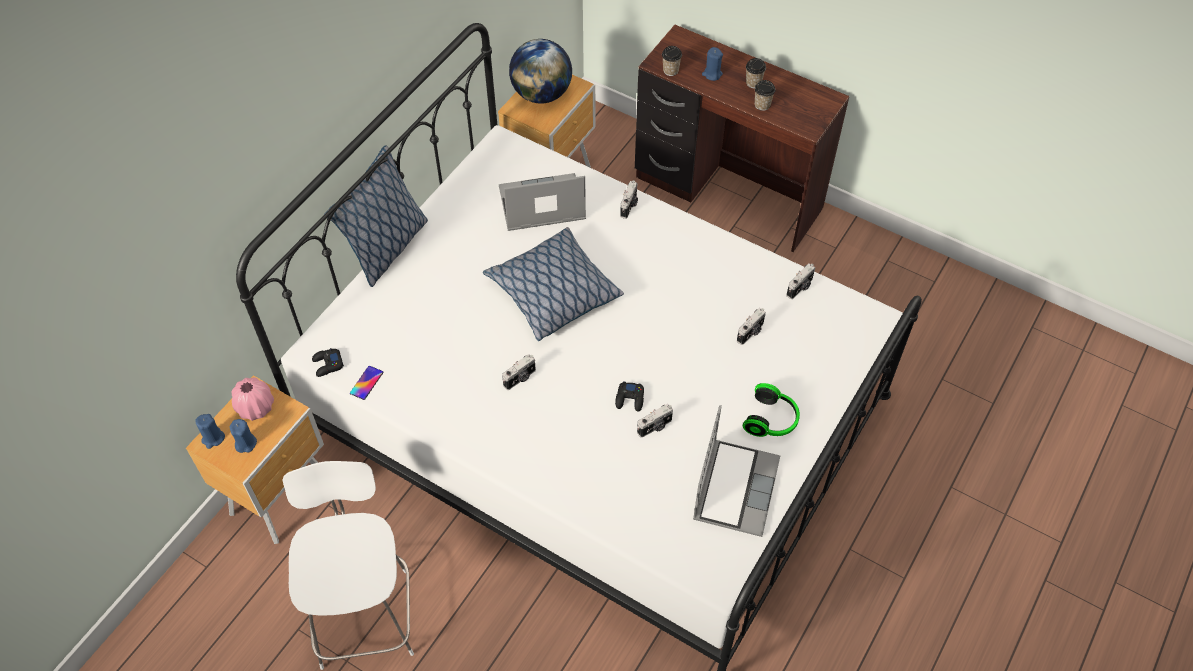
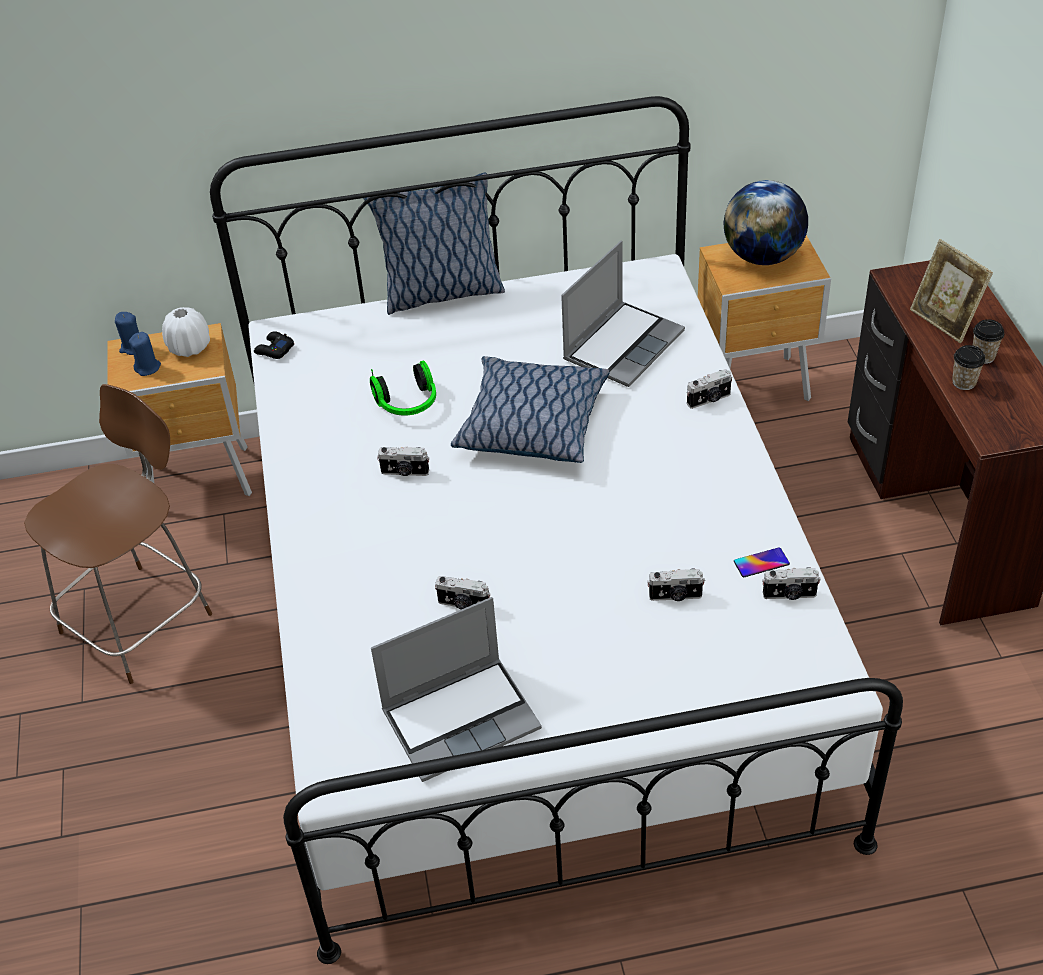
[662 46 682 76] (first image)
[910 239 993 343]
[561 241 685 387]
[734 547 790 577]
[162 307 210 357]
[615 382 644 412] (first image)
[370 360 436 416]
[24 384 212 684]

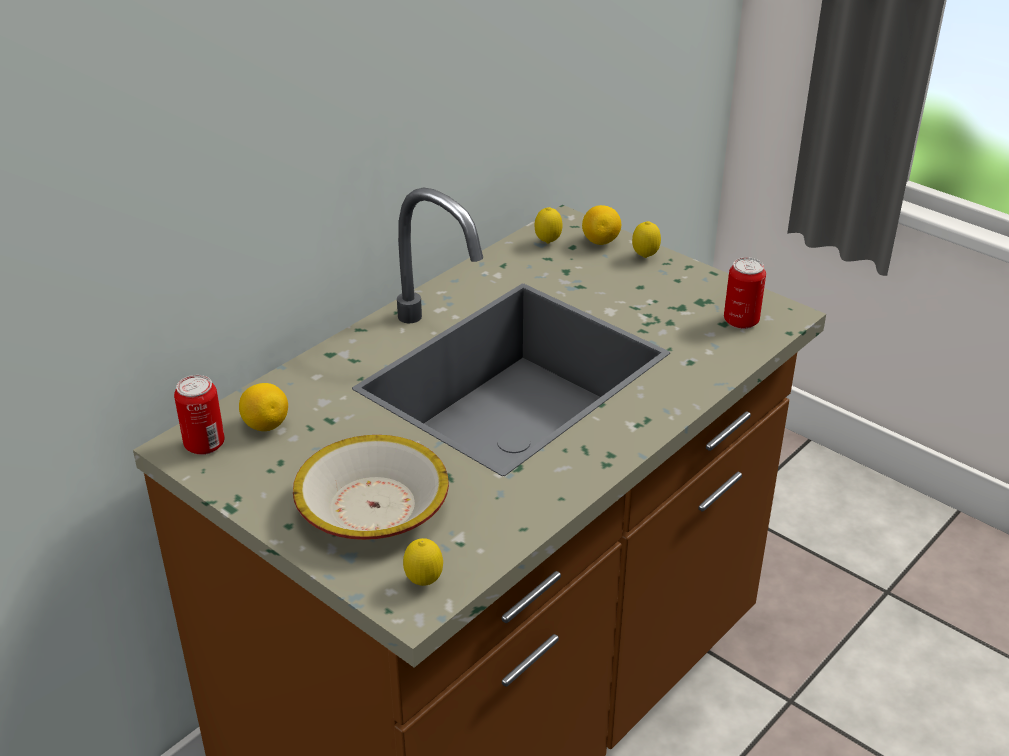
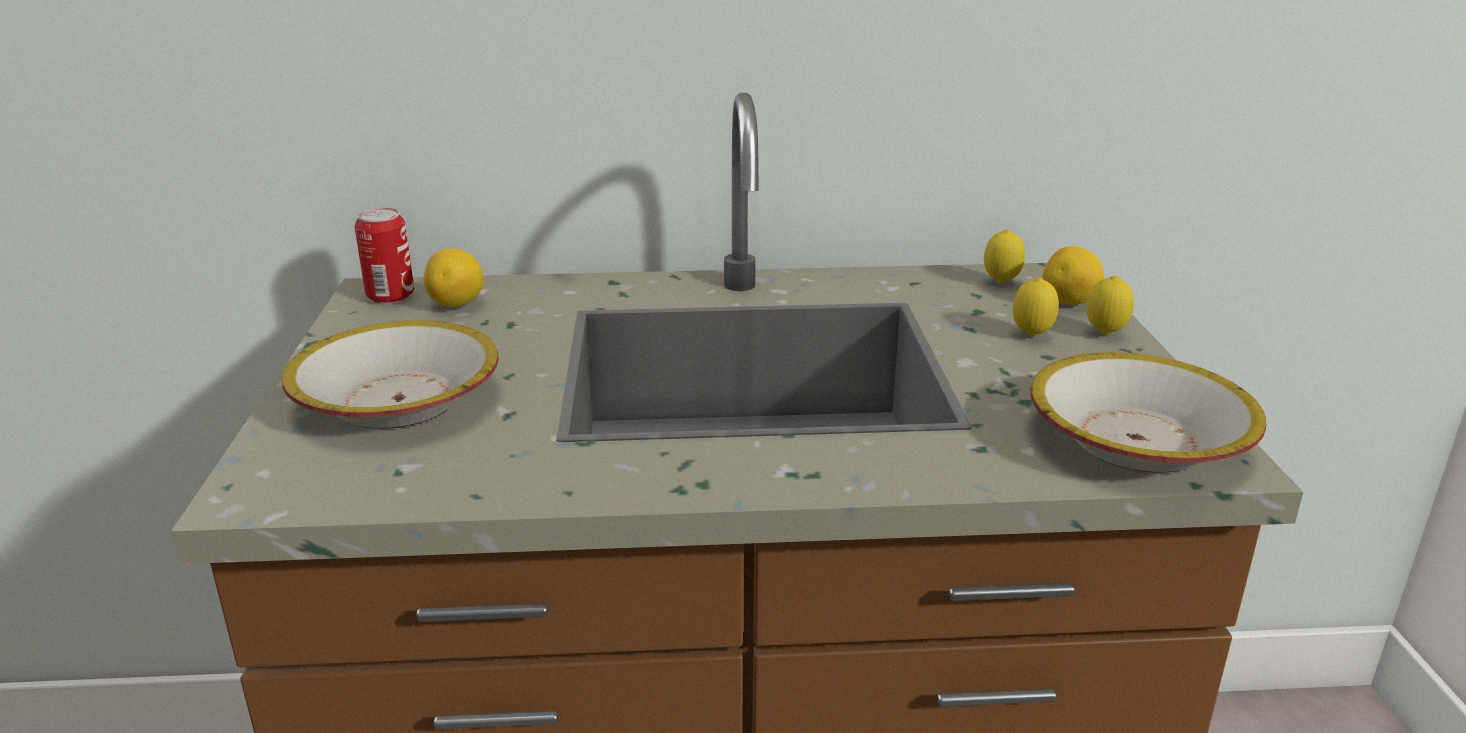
[1030 352 1266 473]
[1013 277 1059 337]

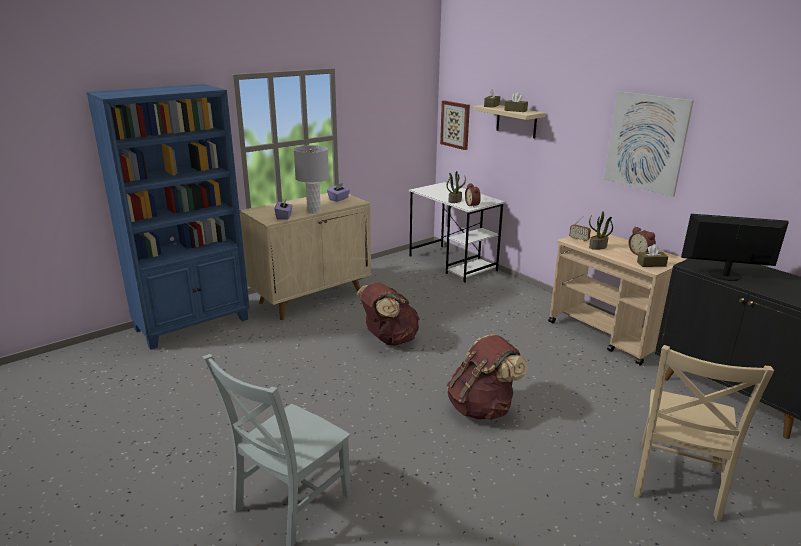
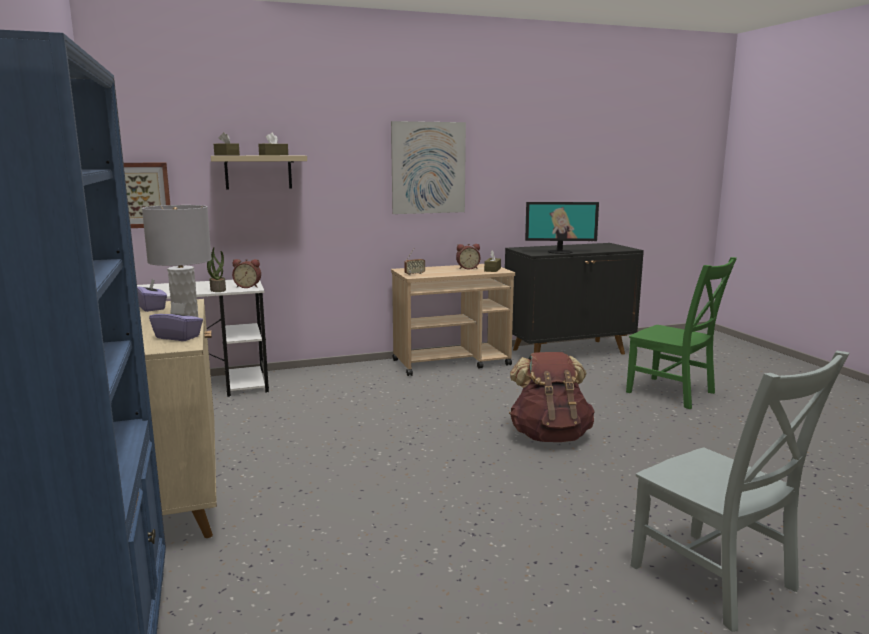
[589 212 613 250] (first image)
[525 202 599 254]
[356 283 420 346] (first image)
[626 257 737 409]

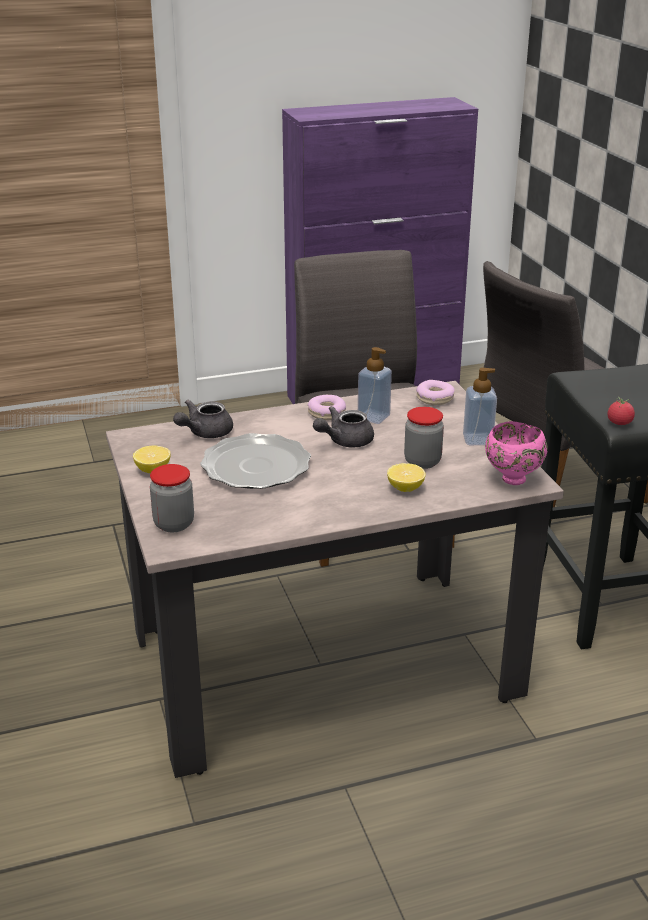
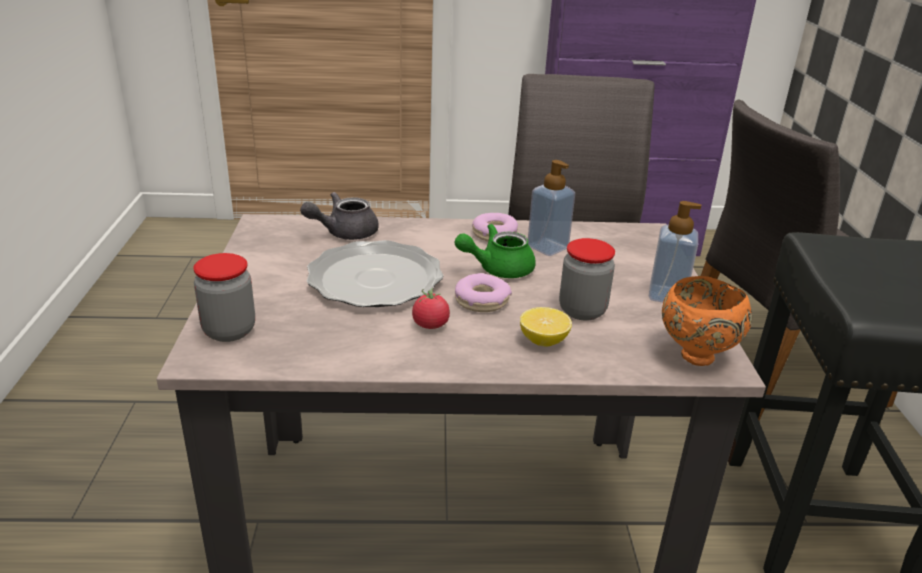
[455 273 512 312]
[412 288 450 329]
[455 224 536 278]
[662 276 752 366]
[133 446 171 473] (first image)

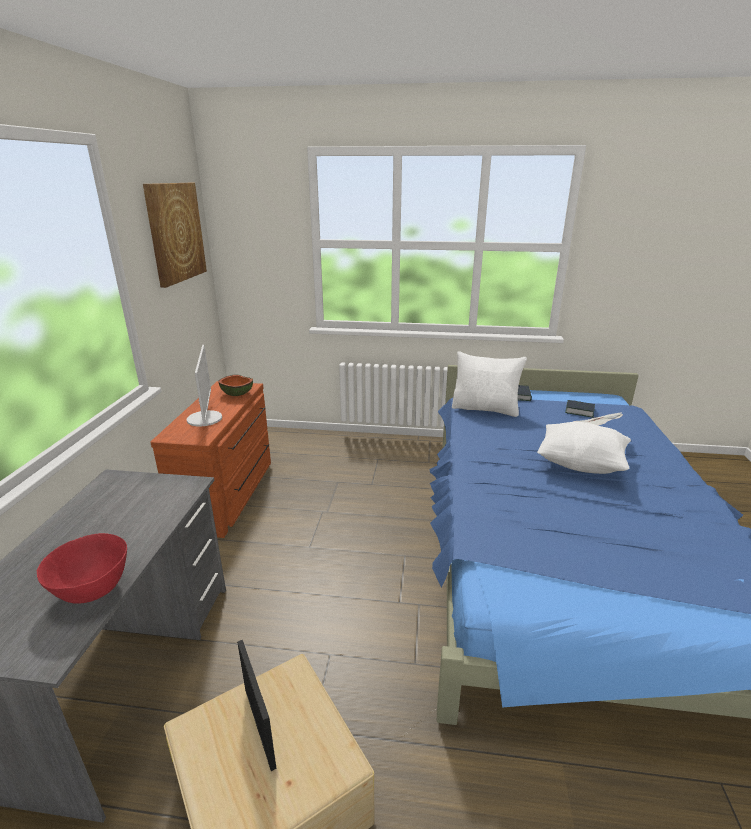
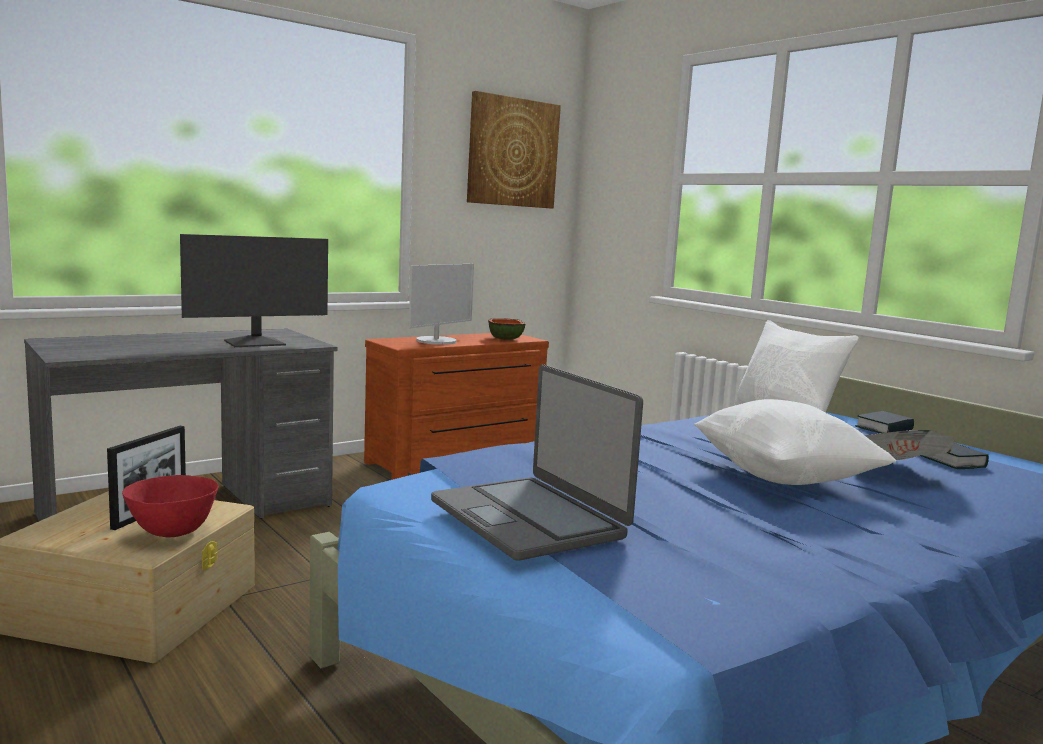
[122 475 218 537]
[180 234 328 347]
[431 364 643 561]

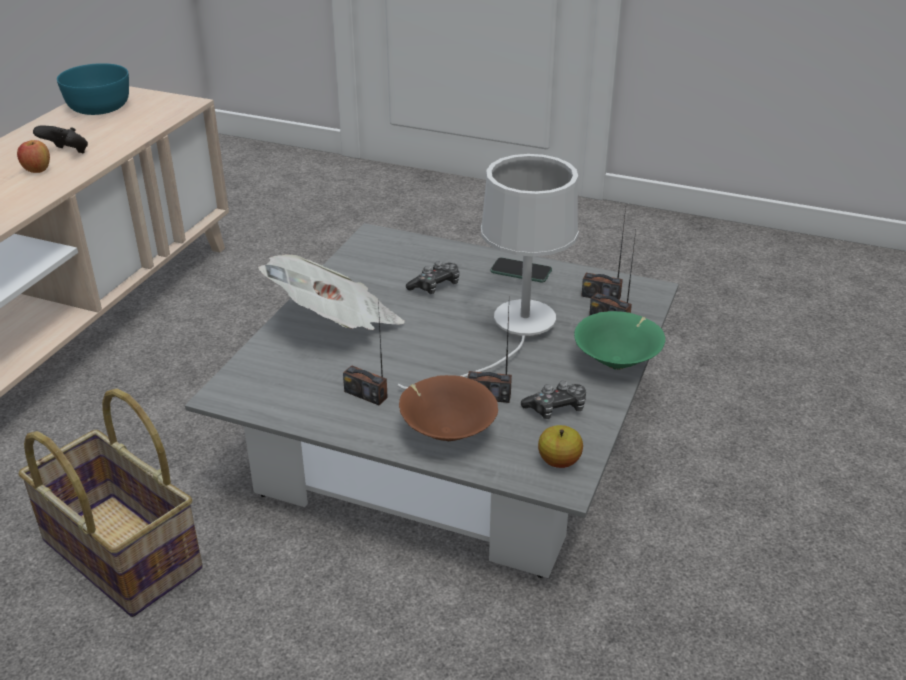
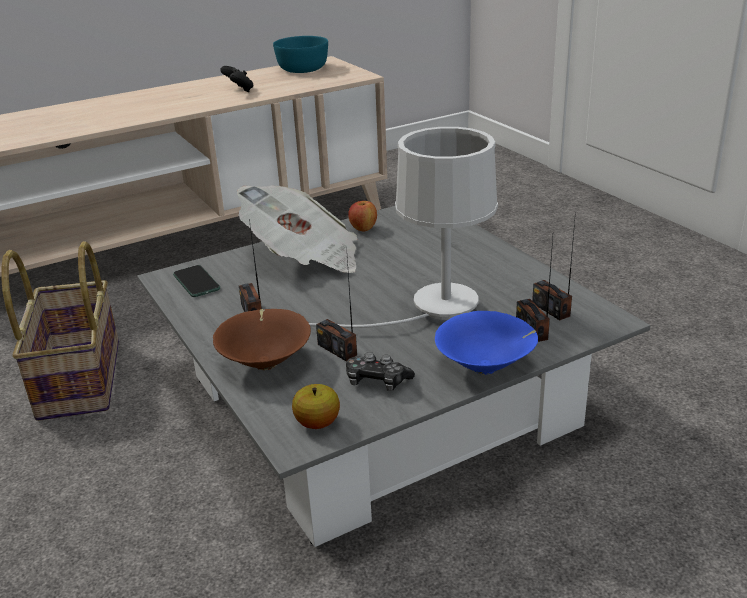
[348 201 377 231]
[173 265 220 297]
[406 262 460 294] (first image)
[435 311 538 375]

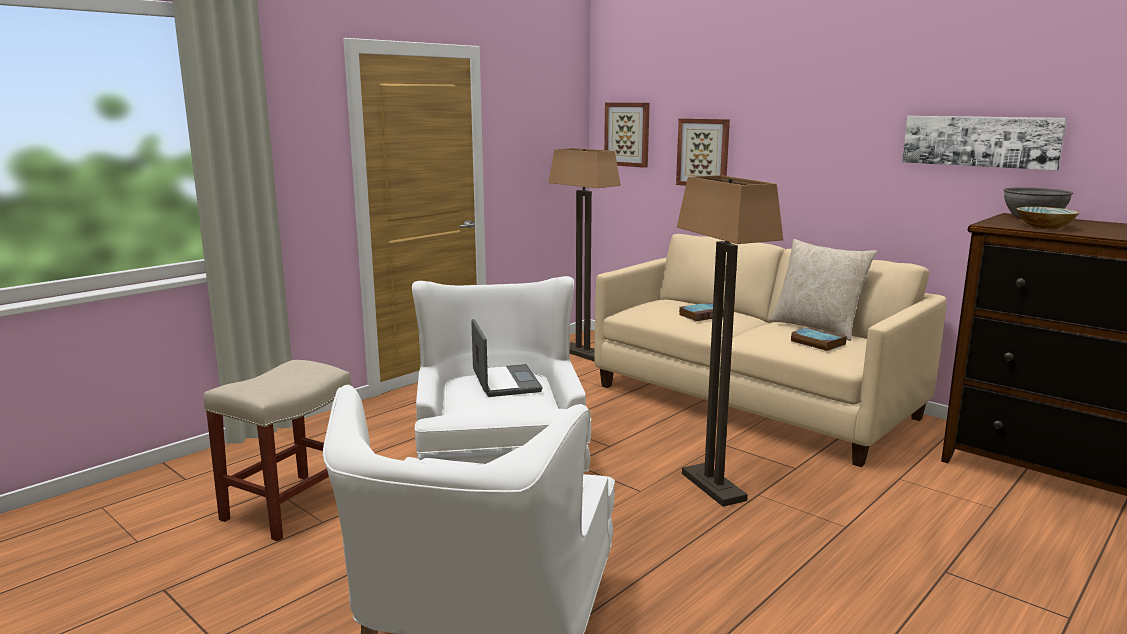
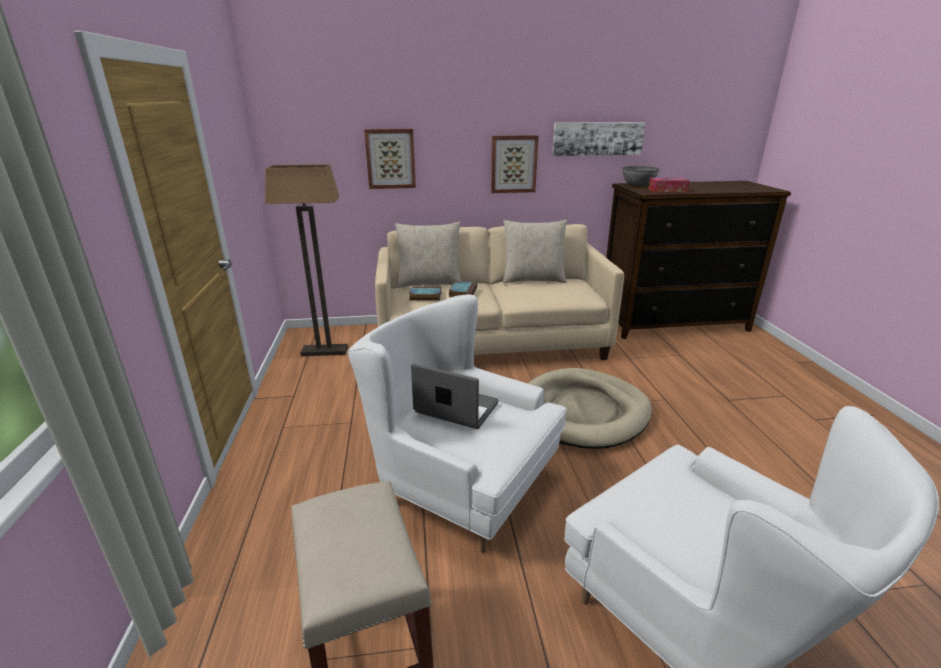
[491 135 538 193]
[527 368 652 449]
[649 178 690 192]
[409 286 441 301]
[395 222 461 288]

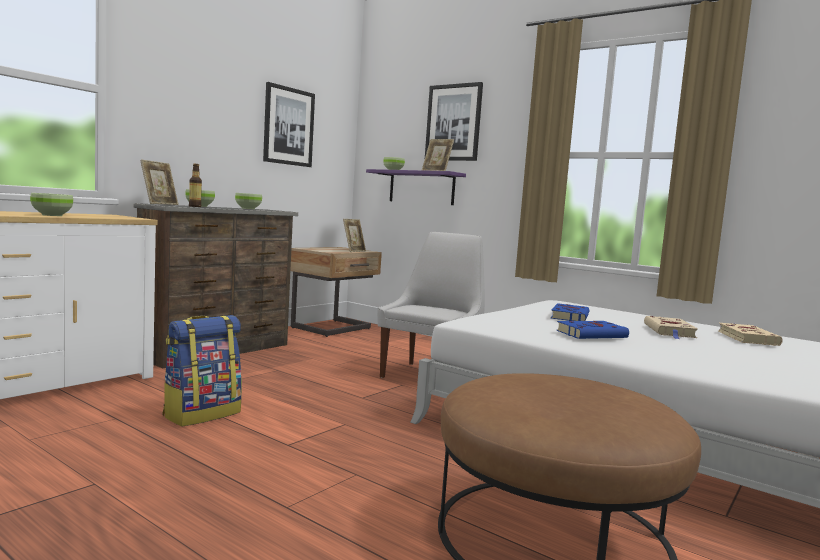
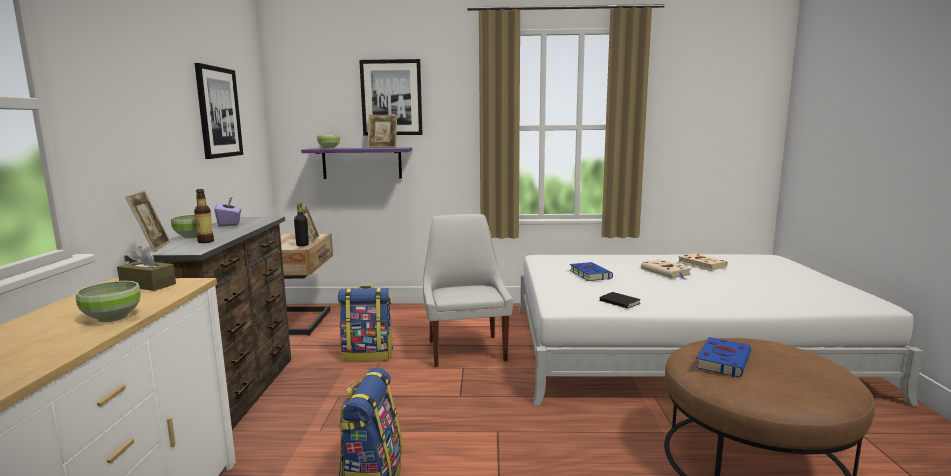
[215 197 242 226]
[696 337 751 378]
[294 203 309 246]
[117 246 176 291]
[338 286 393 362]
[600 292 641 309]

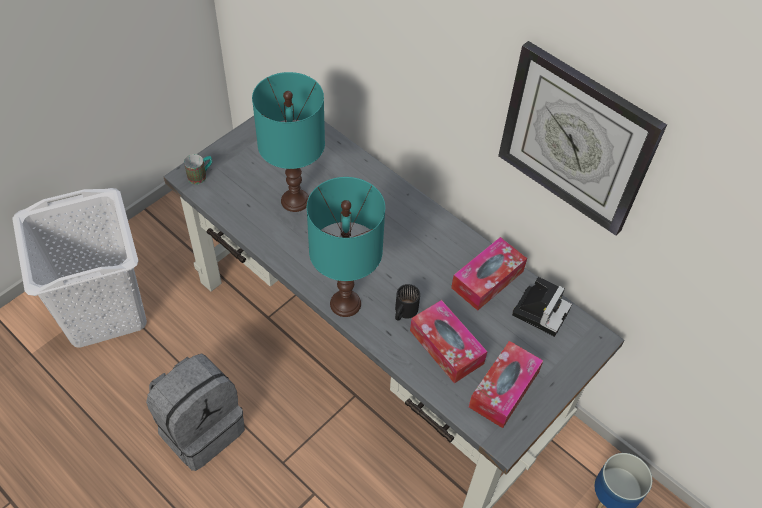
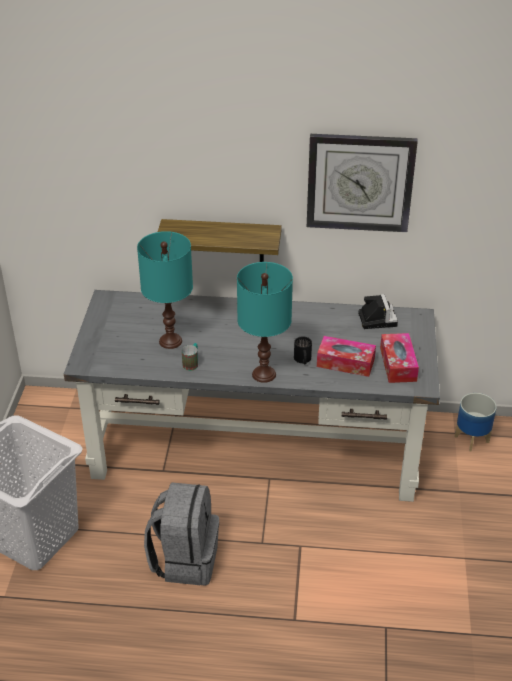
[182 343 198 371]
[451 237 527 311] (first image)
[158 219 282 262]

